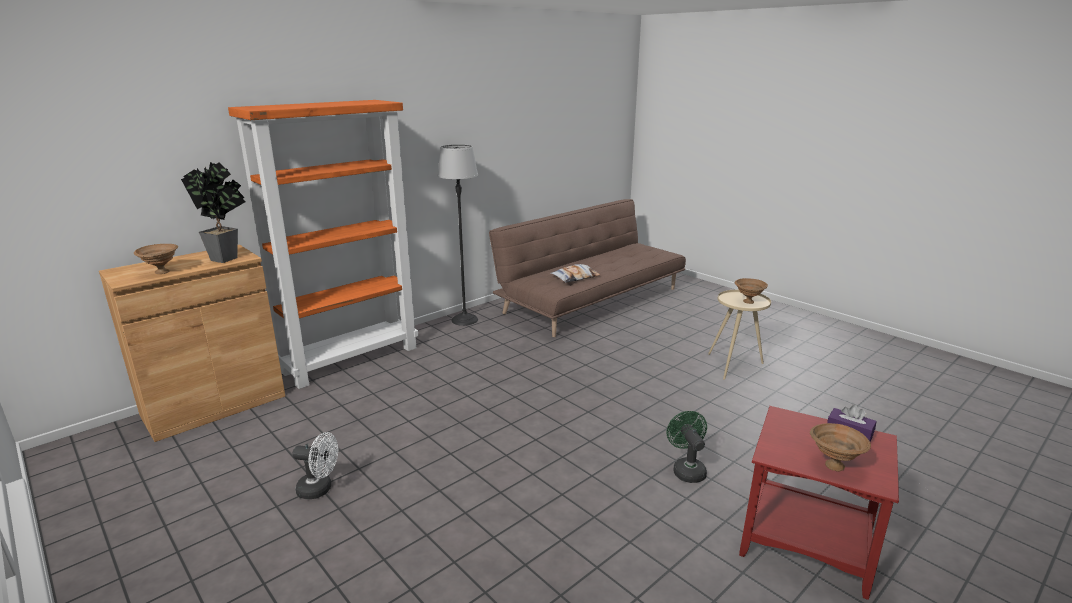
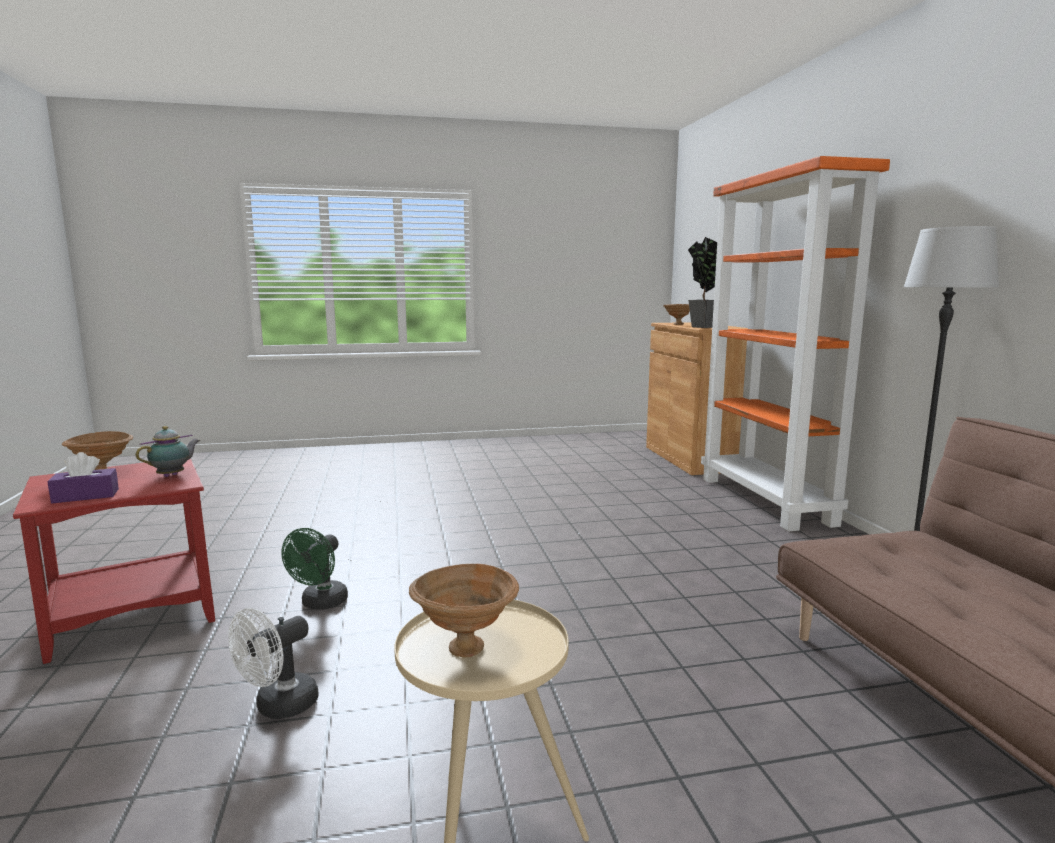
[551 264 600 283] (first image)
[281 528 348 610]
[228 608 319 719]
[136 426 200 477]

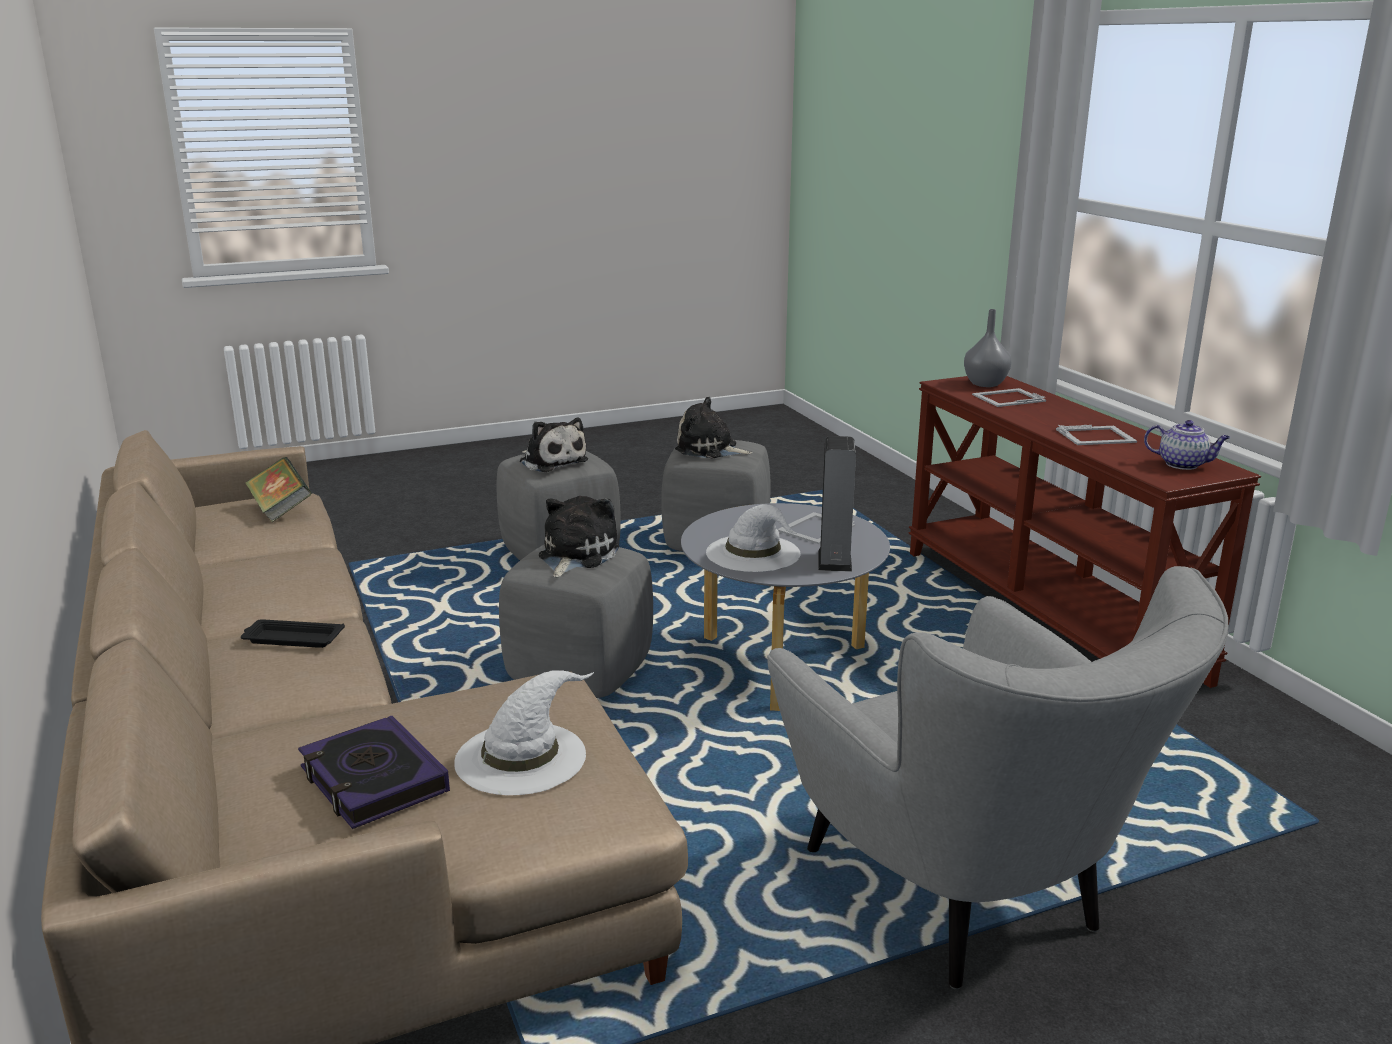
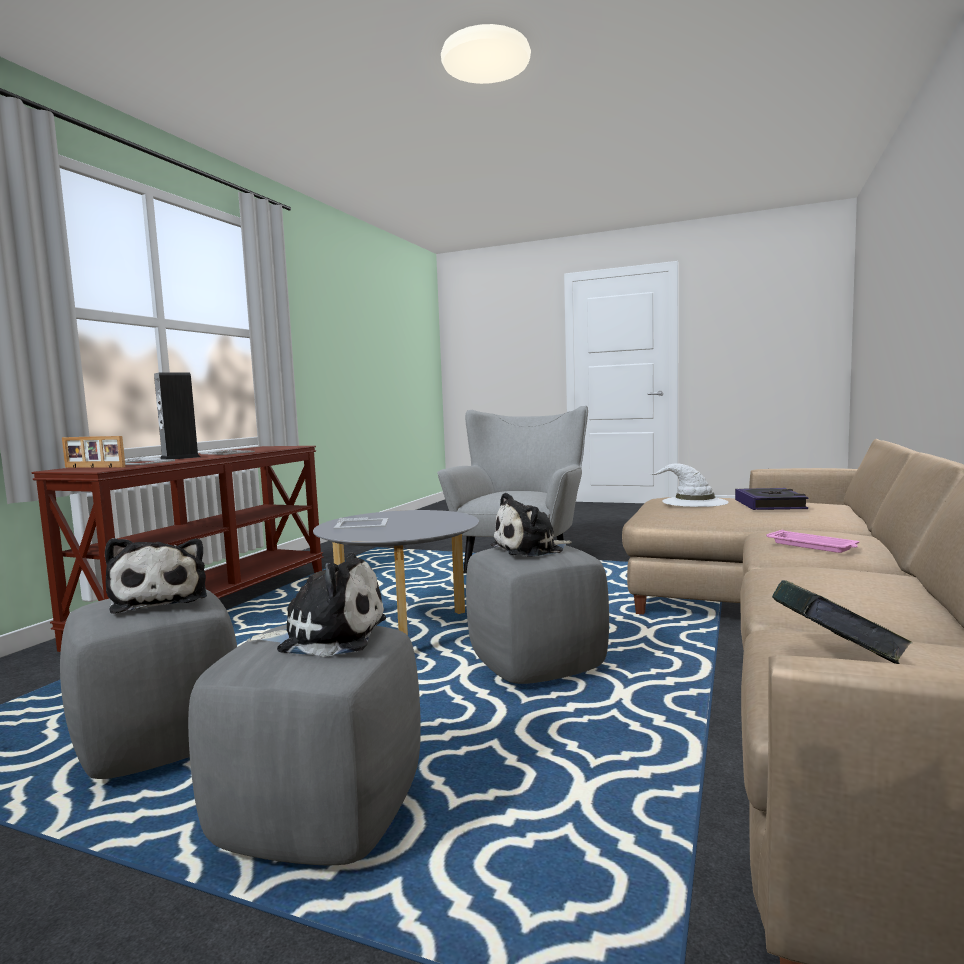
[62 436 125 468]
[247 553 386 657]
[1144 420 1230 470] (first image)
[154 373 200 460]
[706 504 801 572] (first image)
[767 530 859 553]

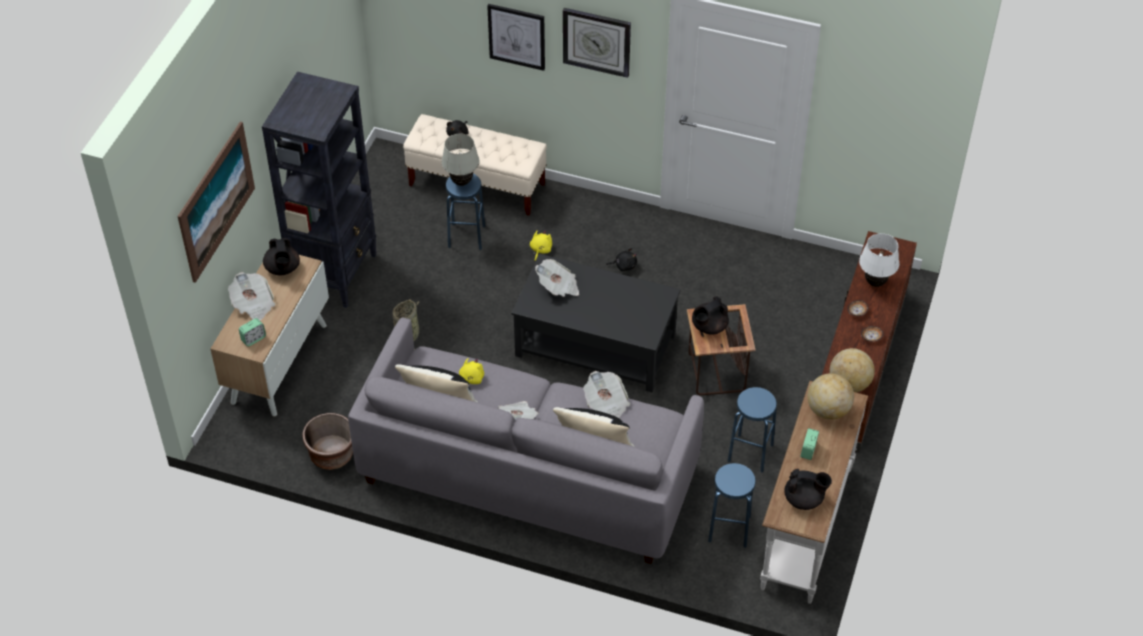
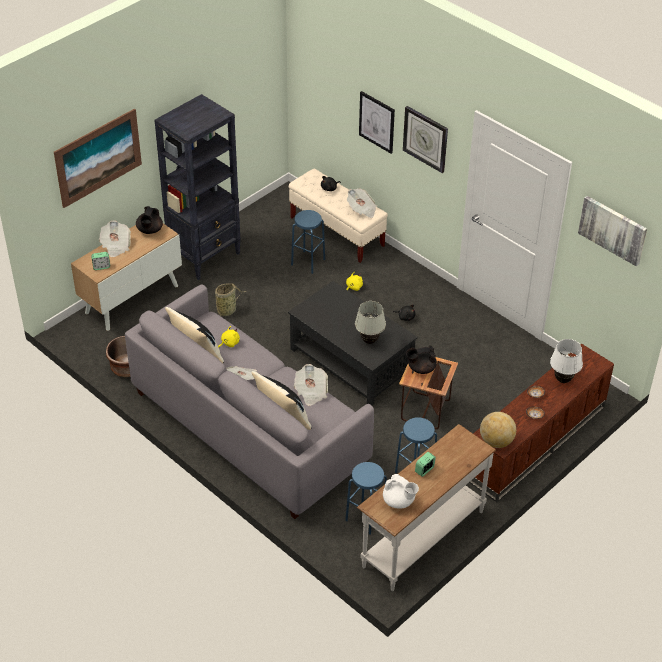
[355 301 386 344]
[347 188 377 218]
[808 373 854 420] (first image)
[383 474 419 509]
[578 196 647 267]

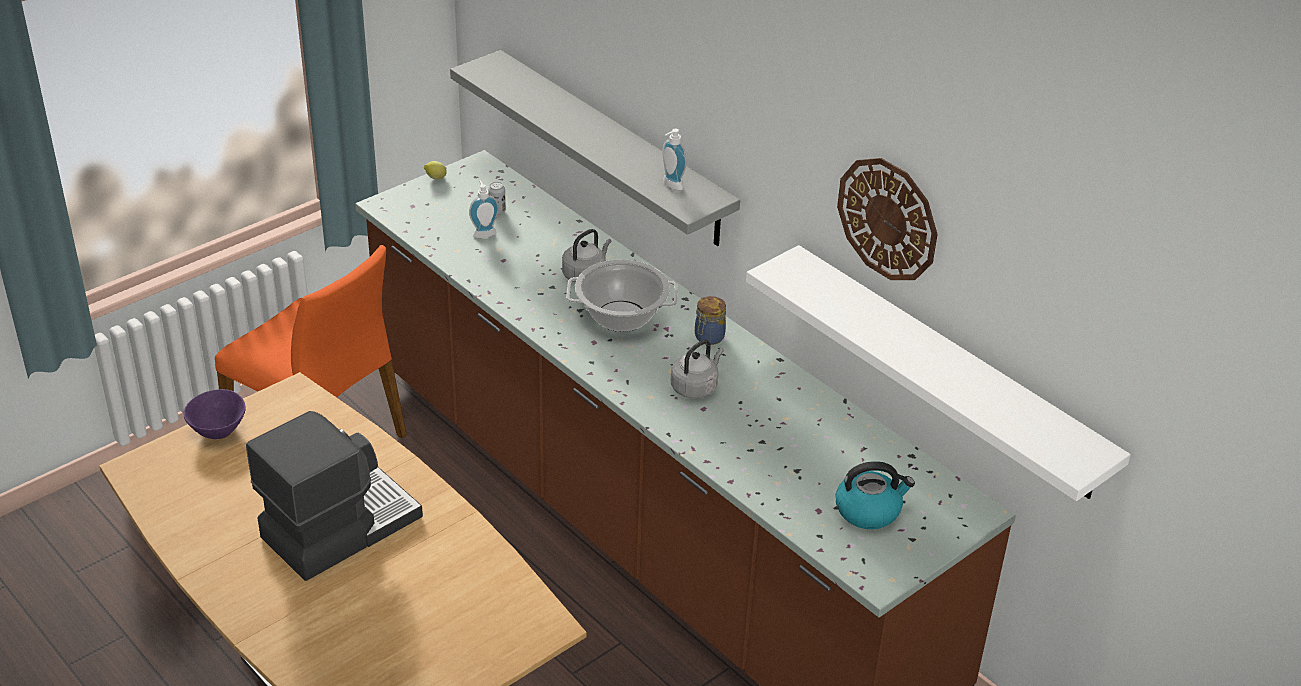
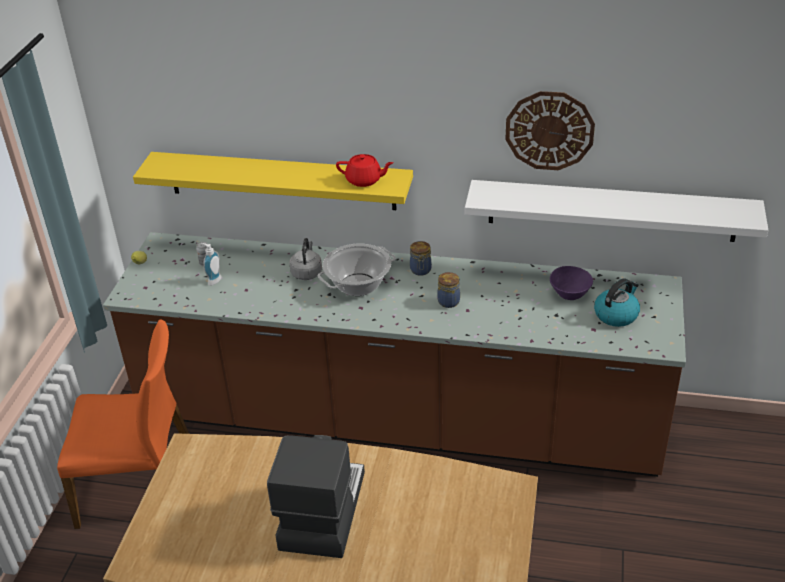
[133 152 413 210]
[336 154 393 187]
[437 272 460 308]
[550 266 593 300]

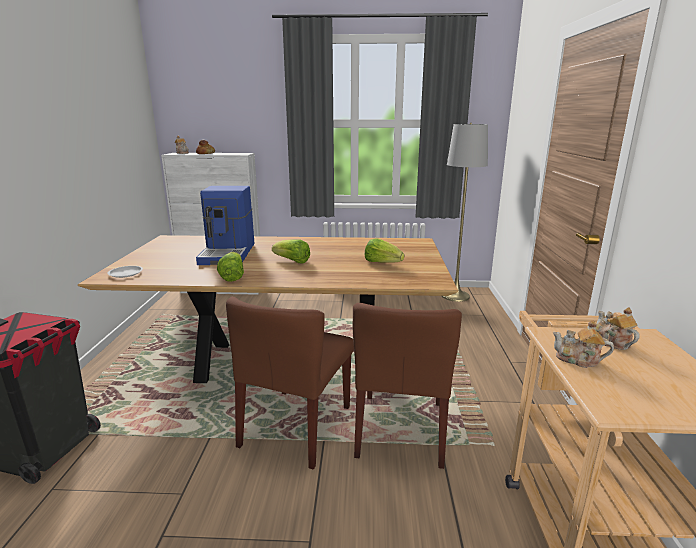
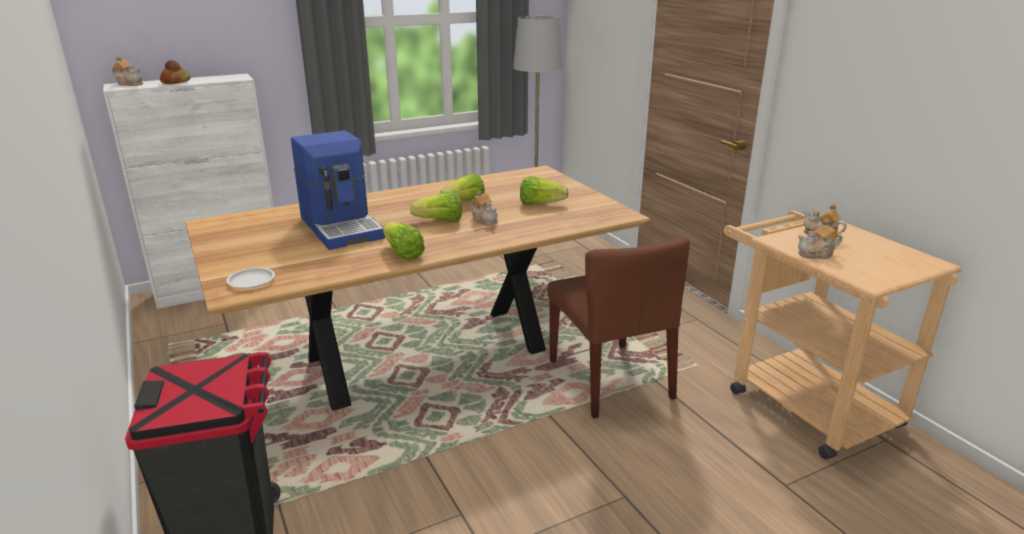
[226 297 354 470] (first image)
[439 173 485 201]
[471 190 498 226]

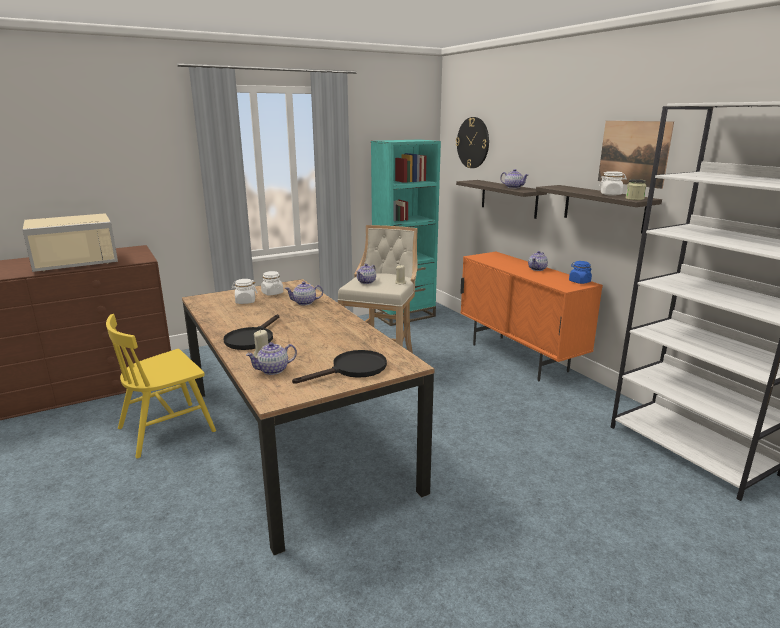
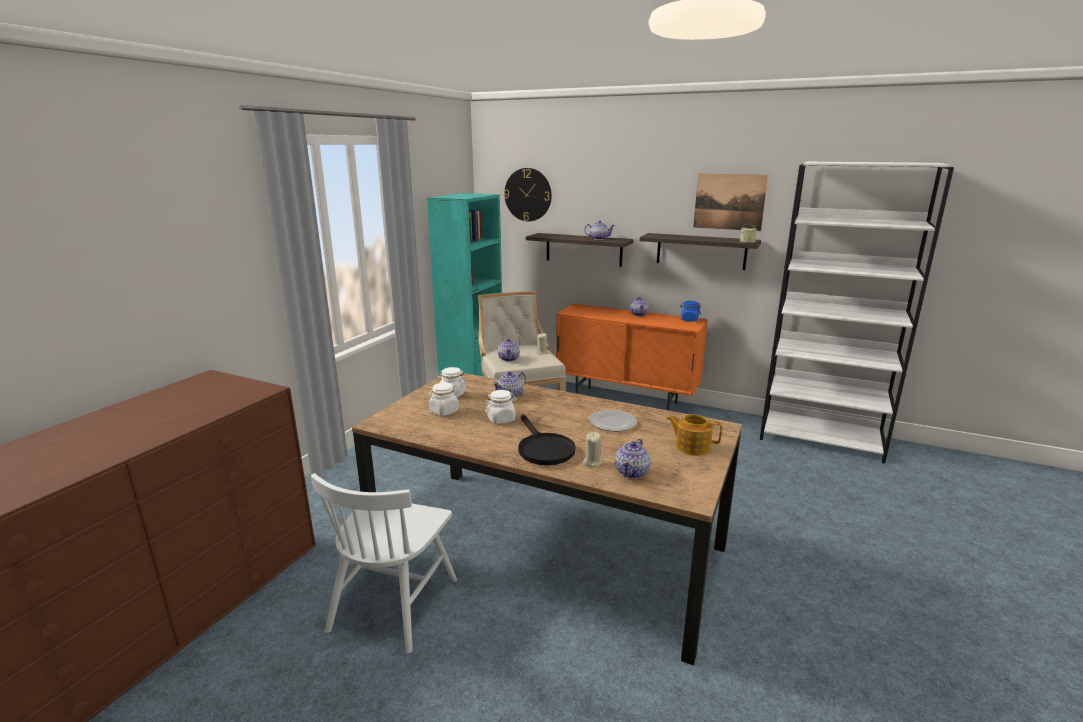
[485 390 517 424]
[23 213 118 272] (first image)
[311 473 457 653]
[666 414 722 456]
[589 410 637 431]

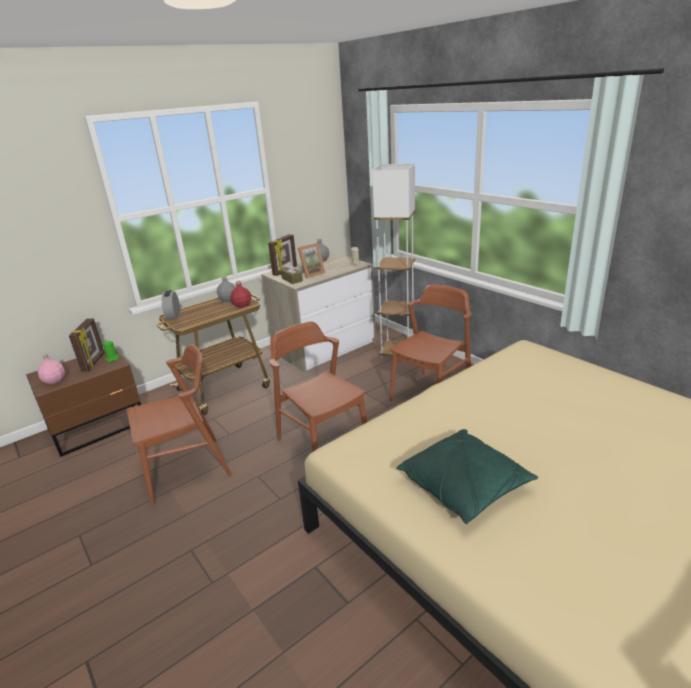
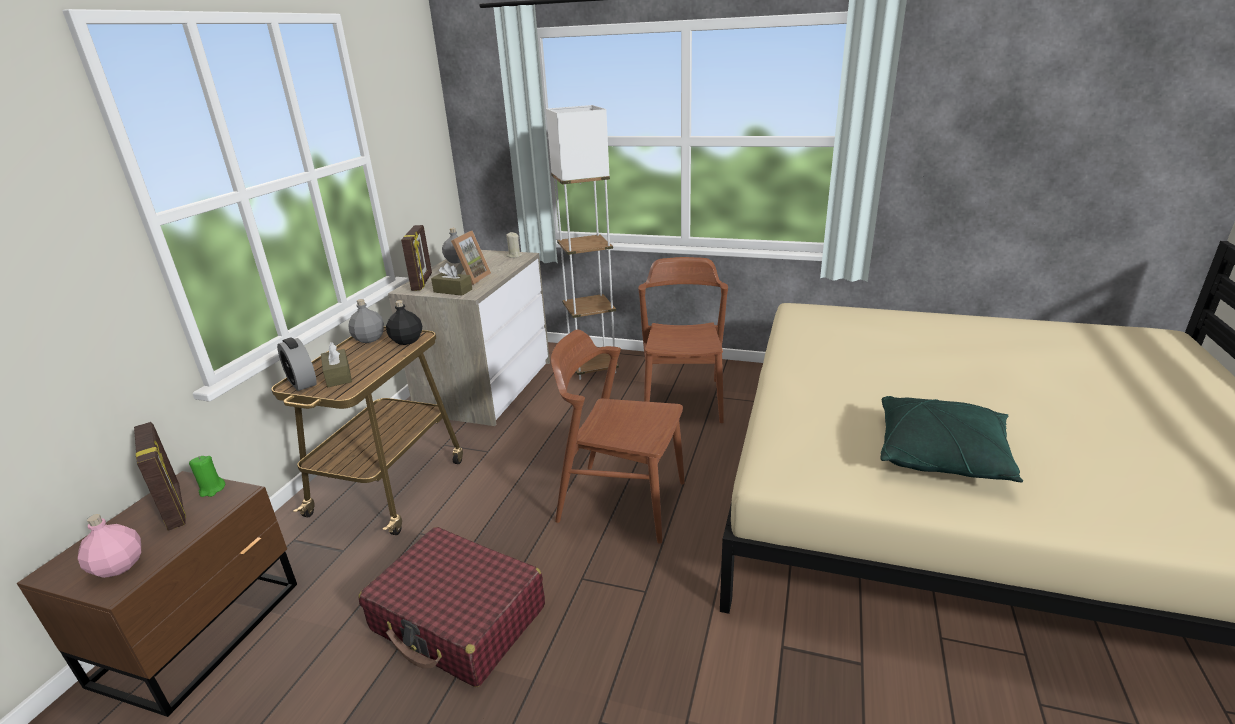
[386 300 422 345]
[358 527 545 687]
[321 342 352 387]

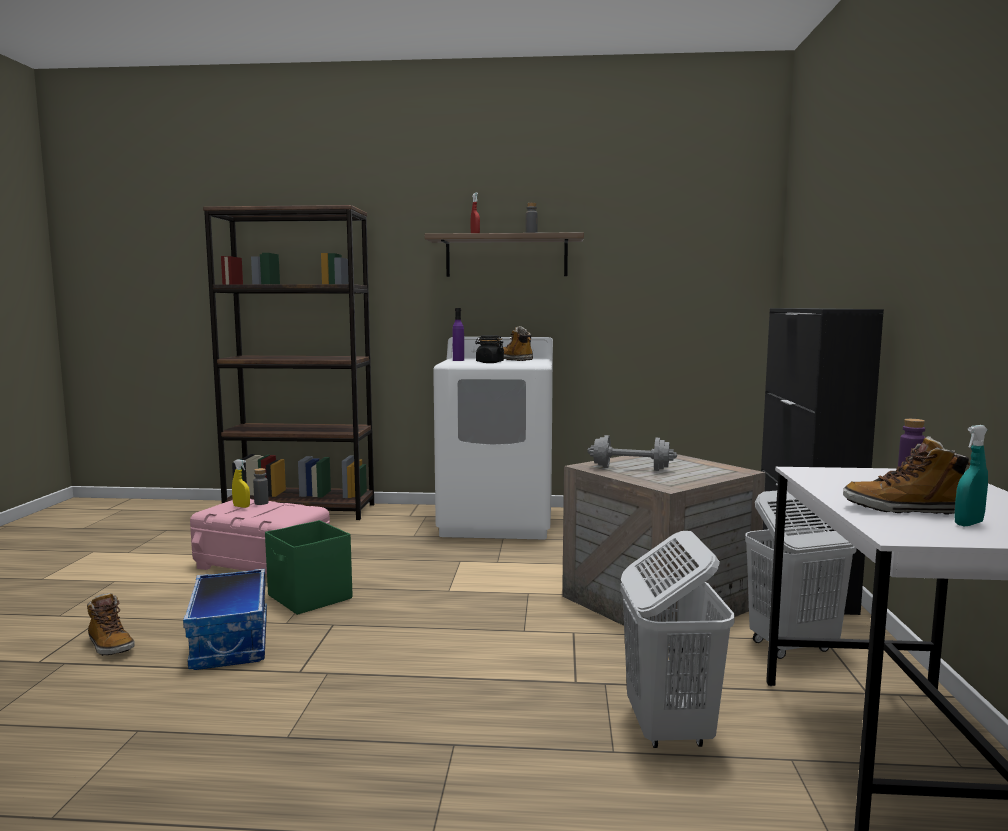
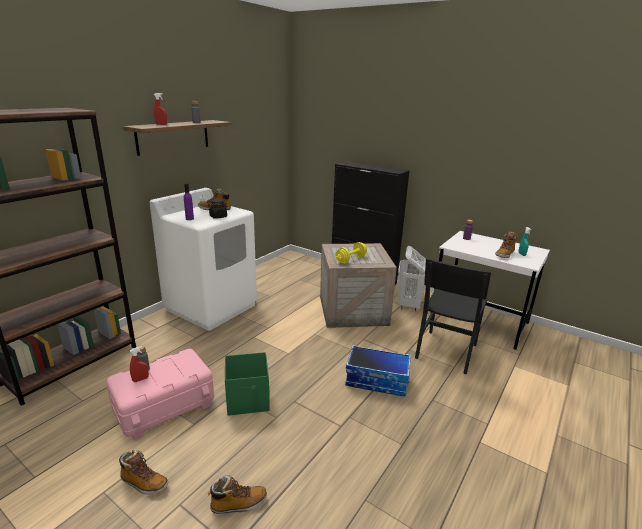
[335 242 367 263]
[130 346 149 382]
[415 258 491 374]
[345 345 411 397]
[119 450 168 495]

